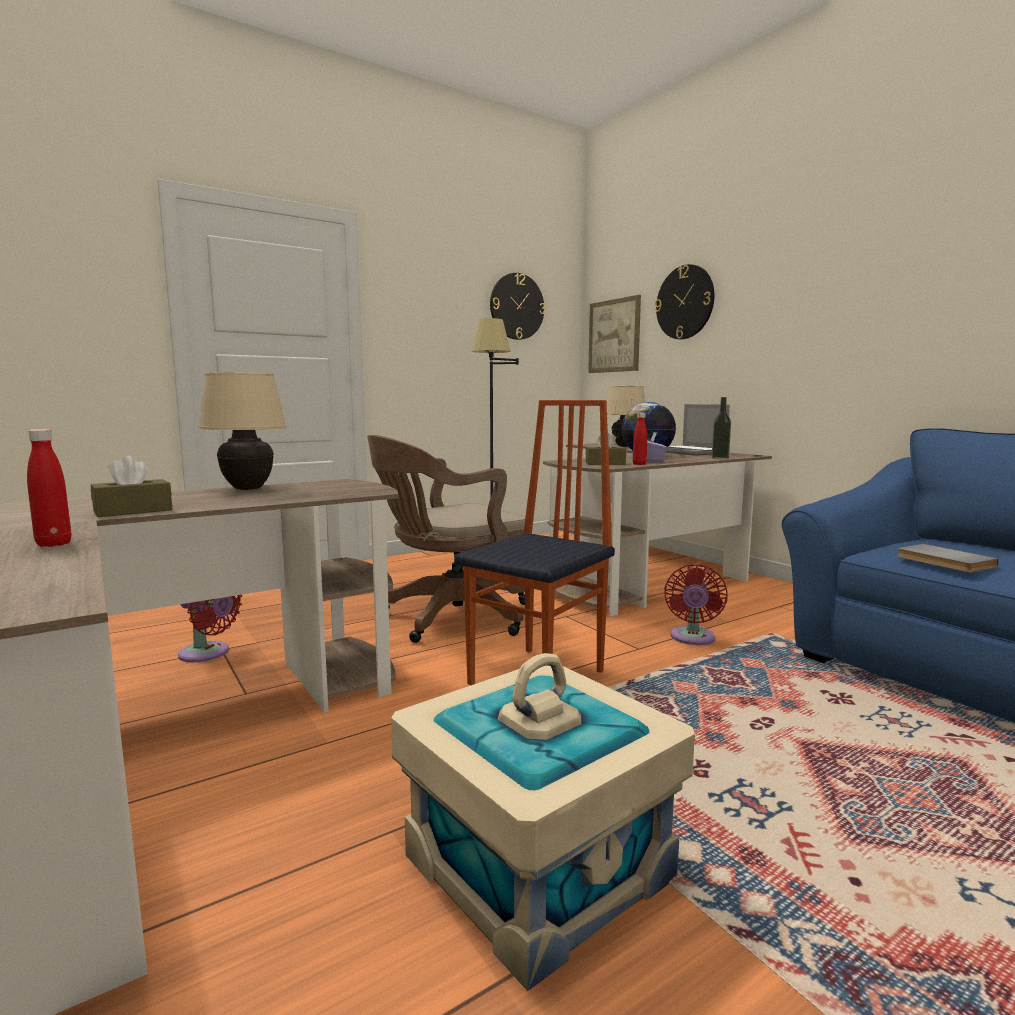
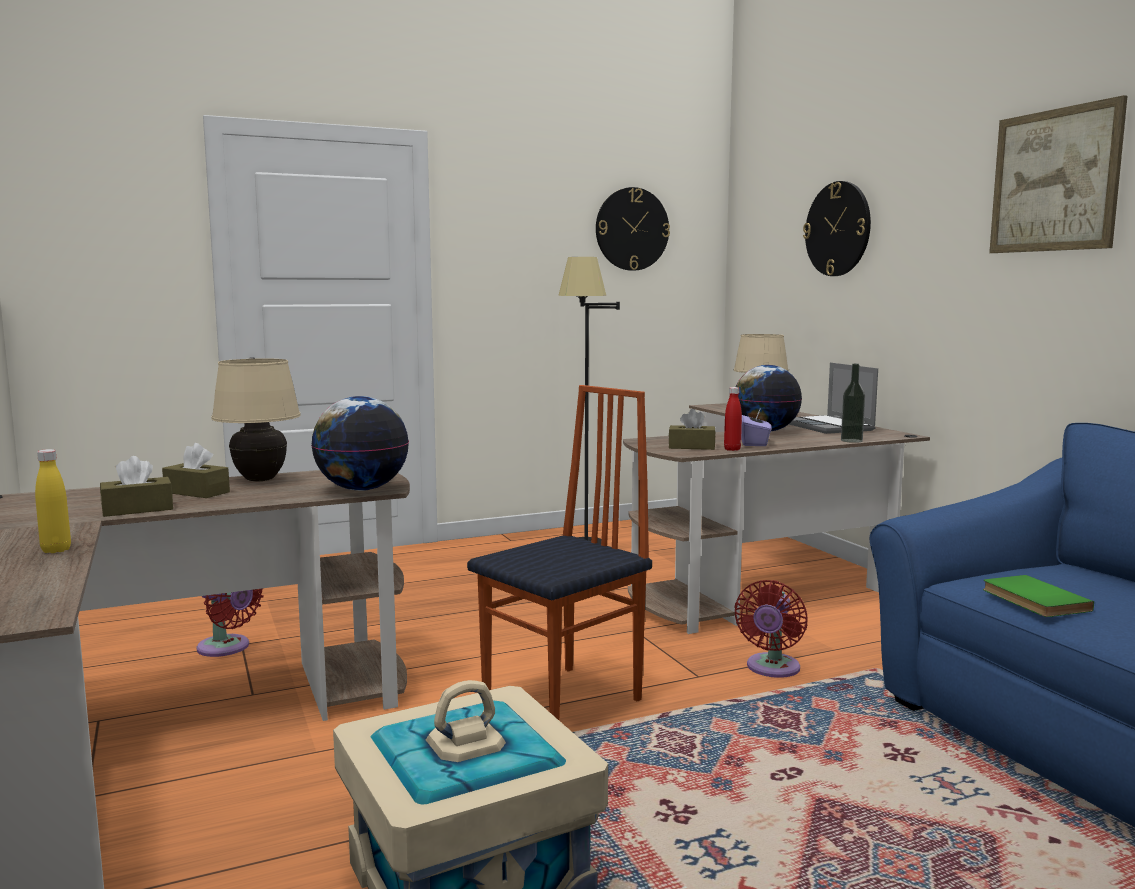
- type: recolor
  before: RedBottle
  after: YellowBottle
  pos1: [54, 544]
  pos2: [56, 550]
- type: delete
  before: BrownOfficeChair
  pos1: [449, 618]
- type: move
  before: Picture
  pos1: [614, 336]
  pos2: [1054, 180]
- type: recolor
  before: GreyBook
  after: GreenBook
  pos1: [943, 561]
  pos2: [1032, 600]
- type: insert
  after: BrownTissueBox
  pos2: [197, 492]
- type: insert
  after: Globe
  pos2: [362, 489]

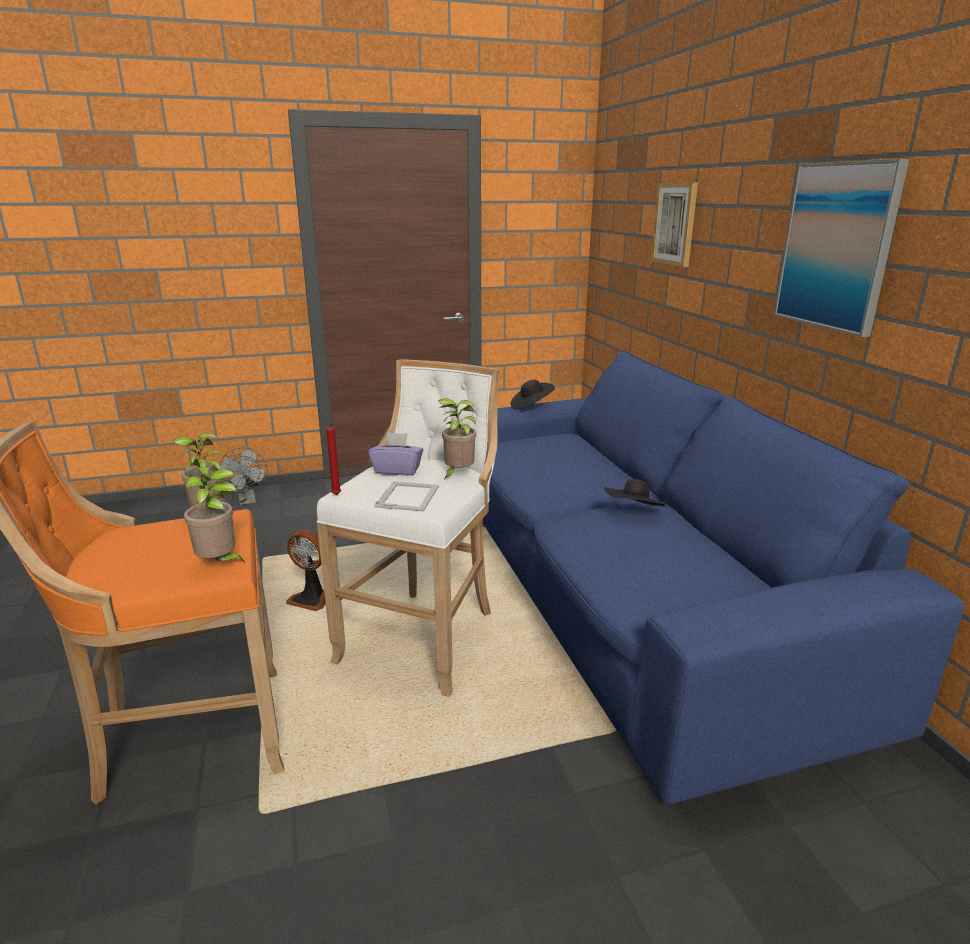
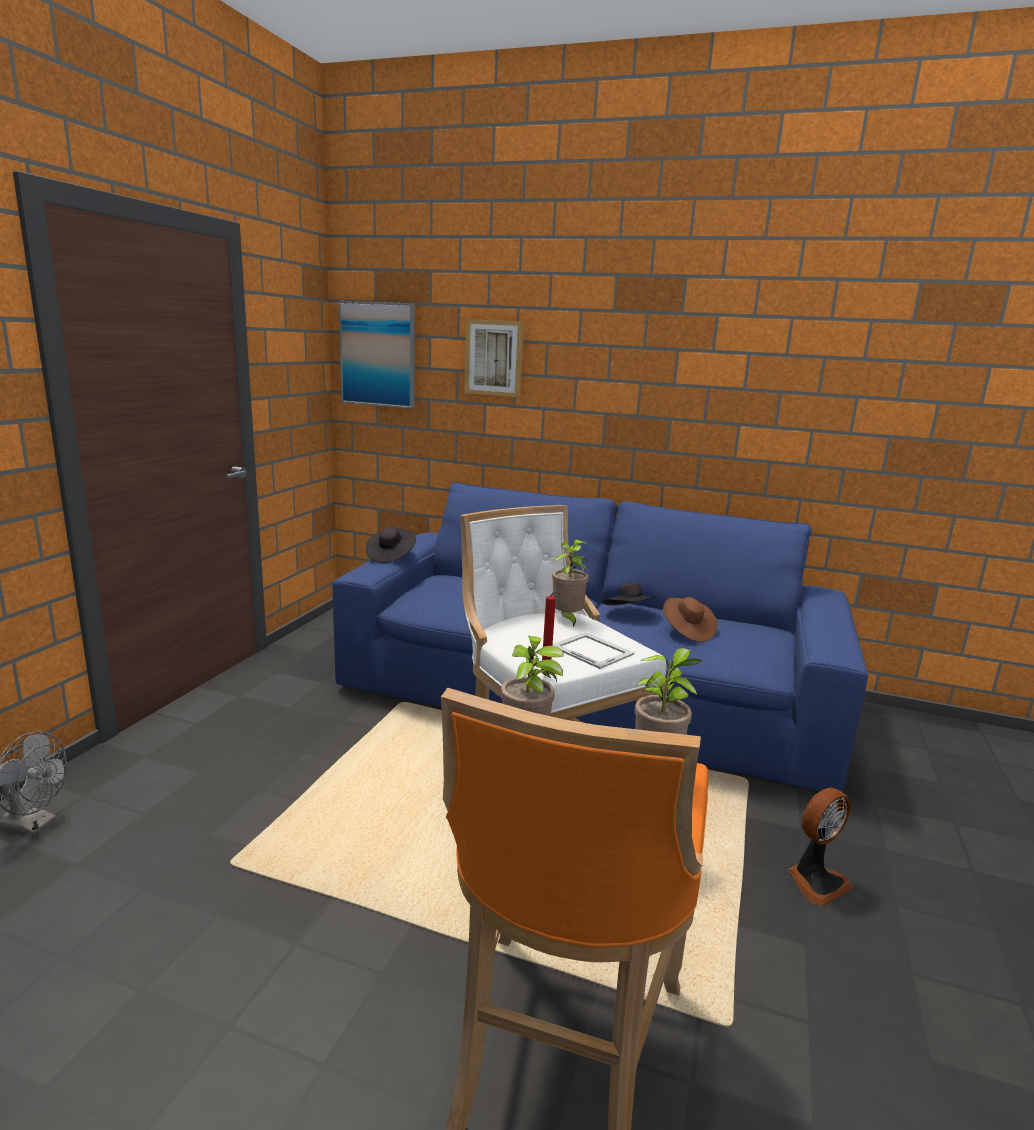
- type: move
  before: Fan
  pos1: [311, 599]
  pos2: [816, 881]
- type: delete
  before: PurpleTissueBox
  pos1: [397, 470]
- type: move
  before: Picture
  pos1: [837, 247]
  pos2: [378, 354]
- type: insert
  after: BrownHat
  pos2: [687, 631]

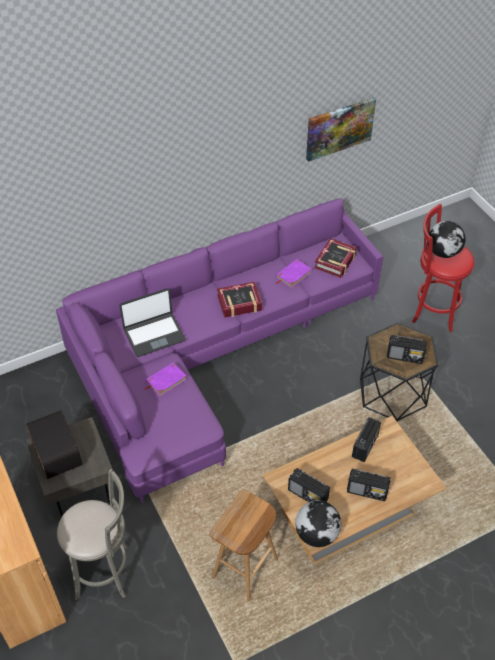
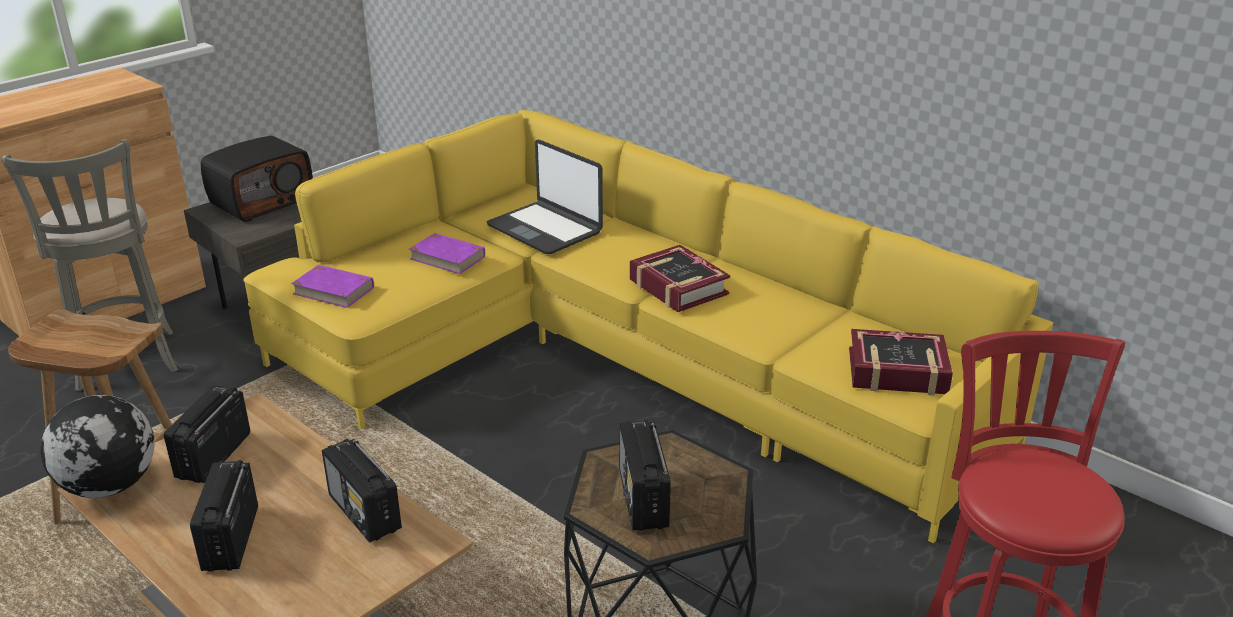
- type: recolor
  before: PurpleSofa
  after: YellowSofa
  pos1: [210, 354]
  pos2: [614, 360]
- type: move
  before: PurpleBook
  pos1: [293, 275]
  pos2: [333, 290]
- type: delete
  before: Picture
  pos1: [339, 128]
- type: rotate
  before: Radio
  pos1: [365, 445]
  pos2: [365, 513]
  turn: 45
- type: delete
  before: Globe
  pos1: [443, 252]

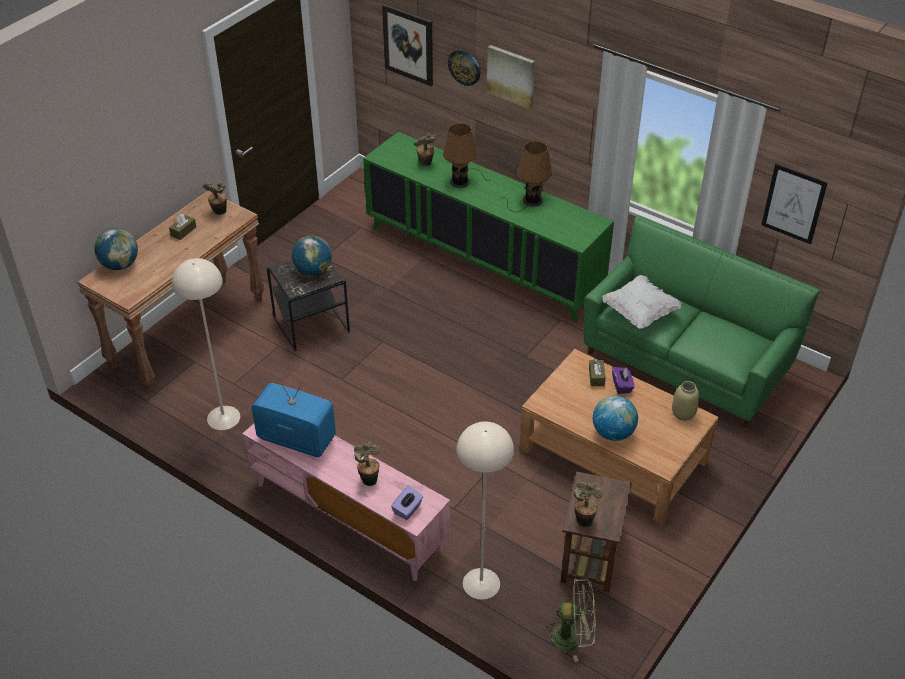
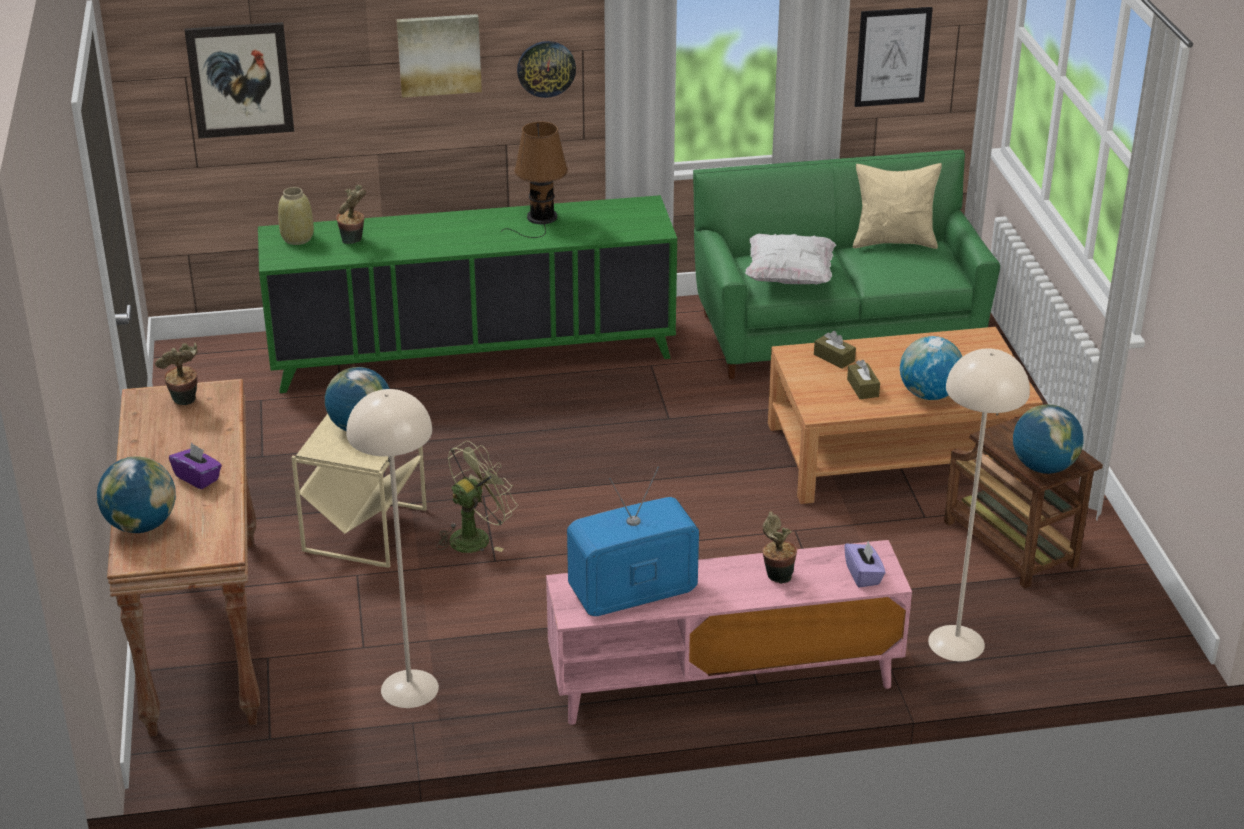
- type: move
  before: BrownTissueBox
  pos1: [183, 231]
  pos2: [862, 388]
- type: recolor
  before: BlackSideTable
  after: BeigeSideTable
  pos1: [310, 325]
  pos2: [364, 531]
- type: delete
  before: BrownTableLamp
  pos1: [461, 181]
- type: move
  before: WallClock
  pos1: [464, 67]
  pos2: [546, 68]
- type: move
  before: GreenFan
  pos1: [572, 637]
  pos2: [476, 536]
- type: replace
  before: PottedPlant
  after: Globe
  pos1: [584, 519]
  pos2: [1043, 467]
- type: move
  before: PurpleTissueBox
  pos1: [622, 386]
  pos2: [198, 478]
- type: move
  before: BeigeVase
  pos1: [683, 413]
  pos2: [297, 238]
- type: insert
  after: BeigePillow
  pos2: [894, 241]

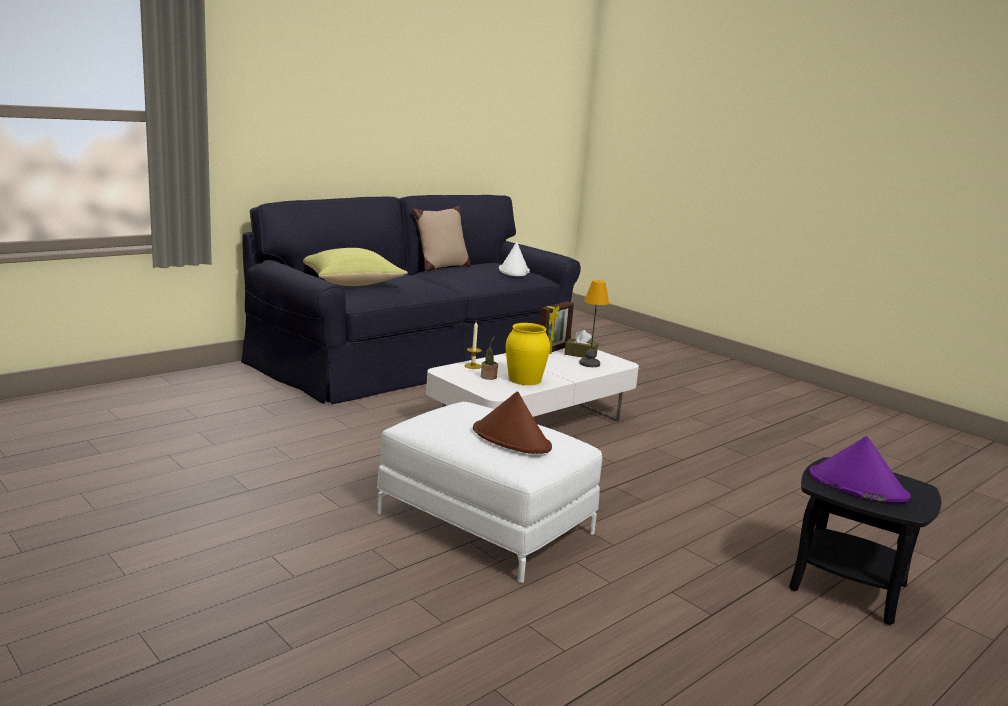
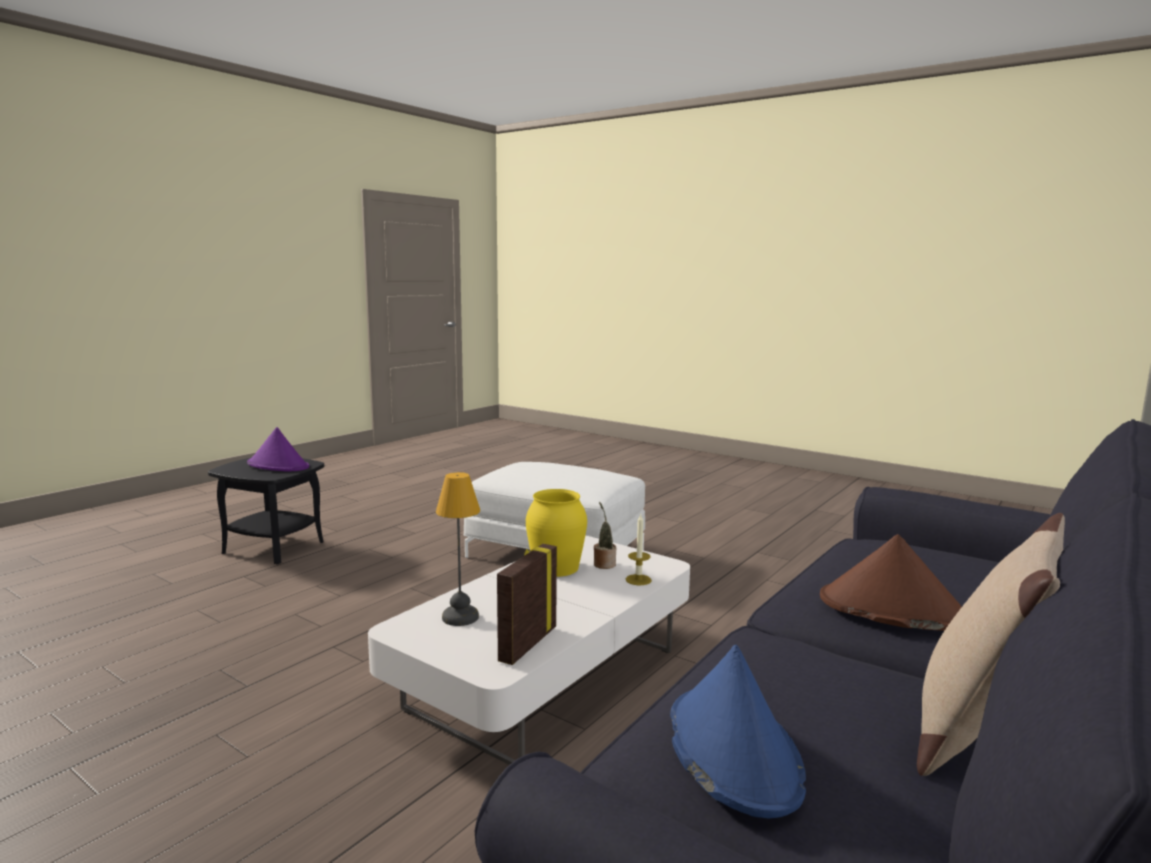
- type: delete
  before: YellowPillow
  pos1: [352, 283]
- type: move
  before: BrownHat
  pos1: [512, 439]
  pos2: [892, 609]
- type: recolor
  before: WhiteHat
  after: BlueHat
  pos1: [514, 271]
  pos2: [732, 750]
- type: delete
  before: BrownTissueBox
  pos1: [580, 355]

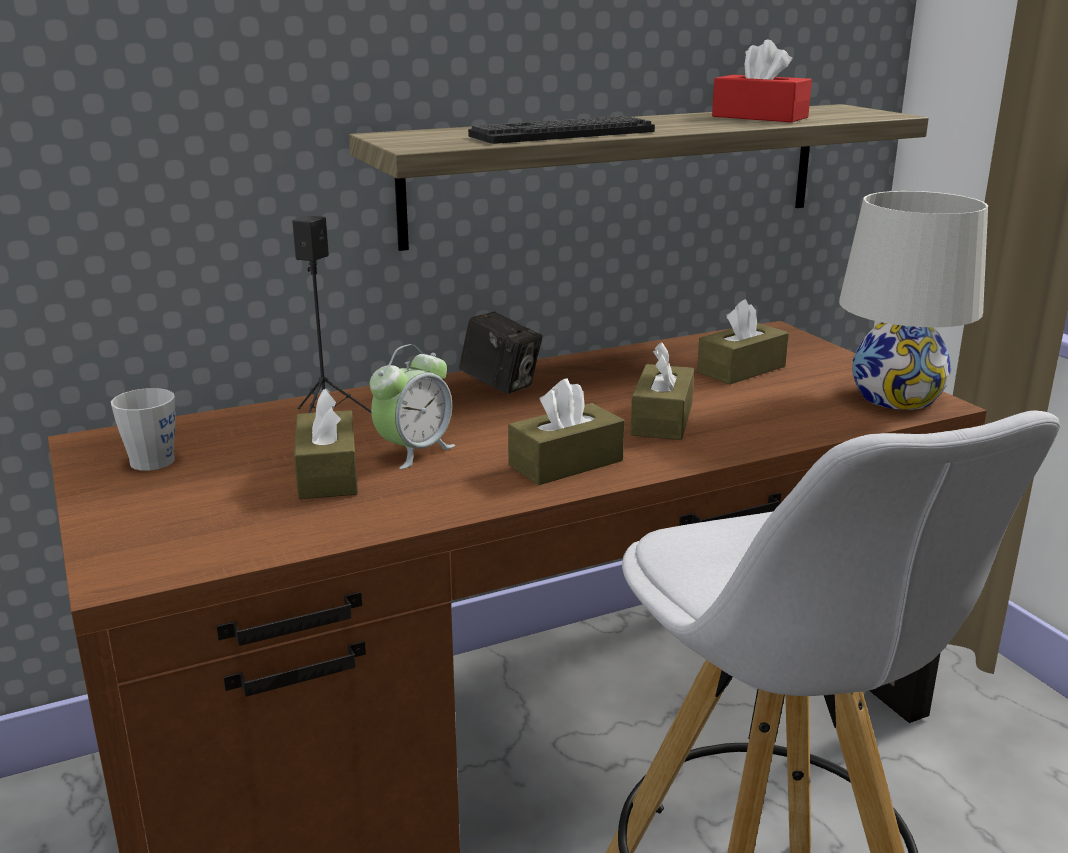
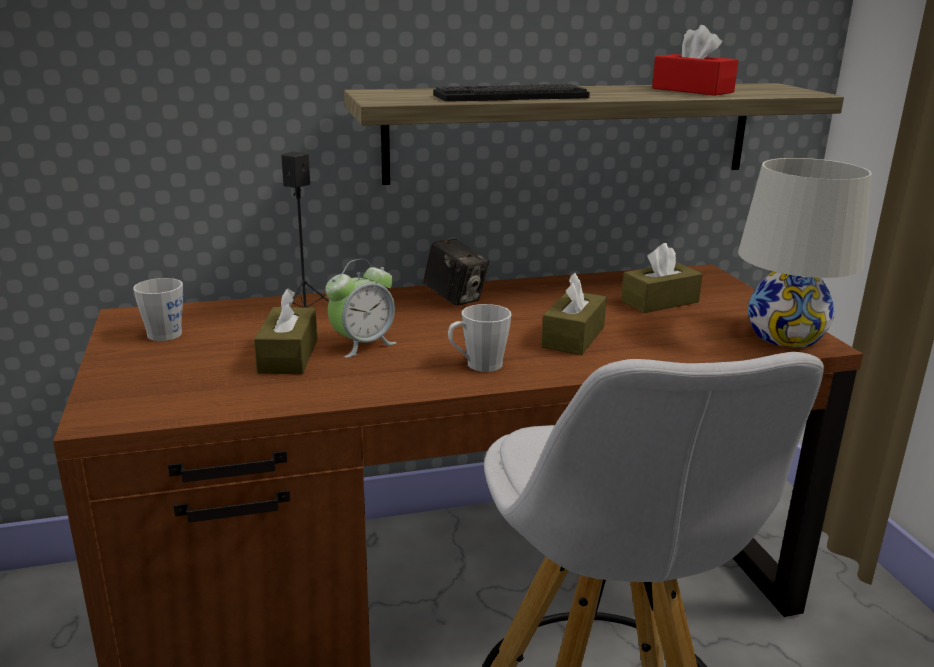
- type: replace
  before: BrownTissueBox
  after: GreyMug
  pos1: [566, 463]
  pos2: [478, 365]

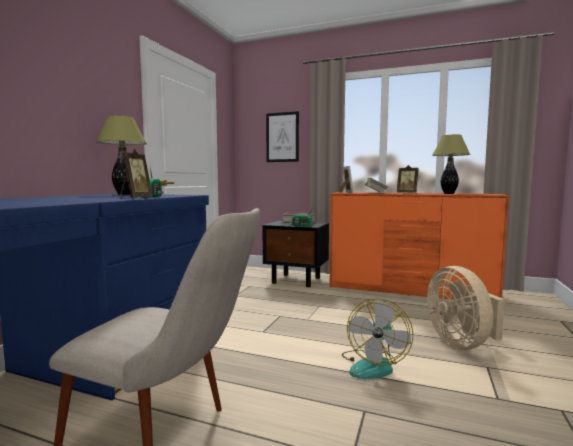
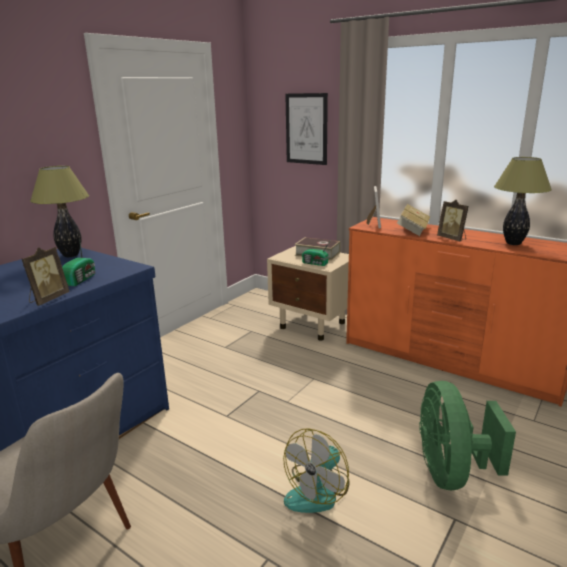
- type: recolor
  before: BlackNightstand
  after: BeigeNightstand
  pos1: [297, 280]
  pos2: [313, 325]
- type: recolor
  before: BeigeFan
  after: GreenFan
  pos1: [462, 343]
  pos2: [451, 472]

